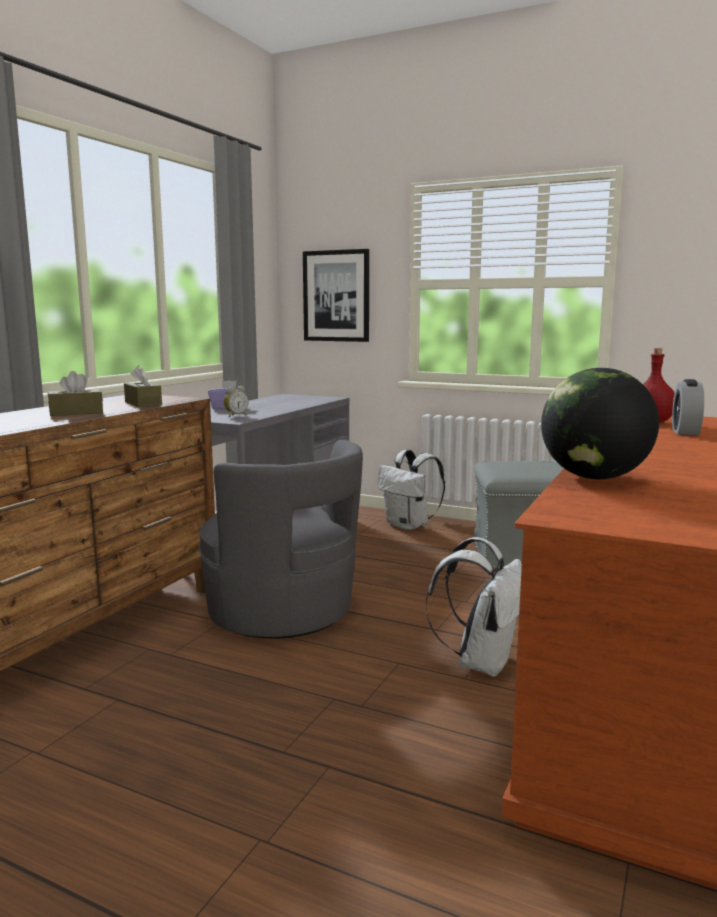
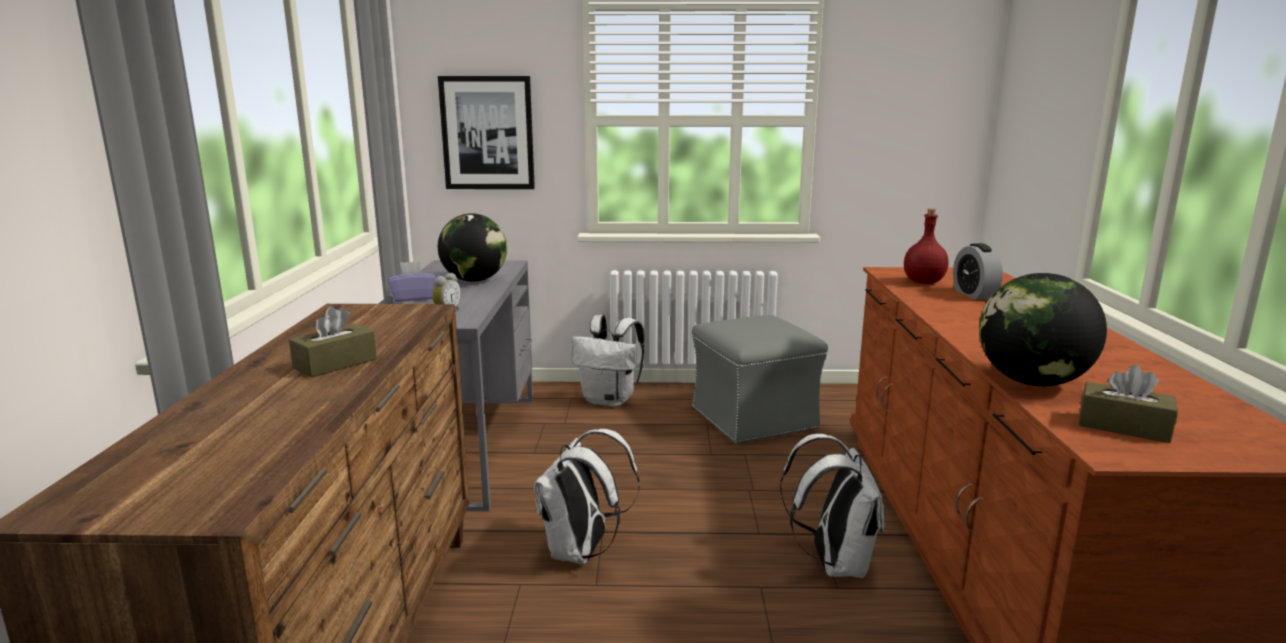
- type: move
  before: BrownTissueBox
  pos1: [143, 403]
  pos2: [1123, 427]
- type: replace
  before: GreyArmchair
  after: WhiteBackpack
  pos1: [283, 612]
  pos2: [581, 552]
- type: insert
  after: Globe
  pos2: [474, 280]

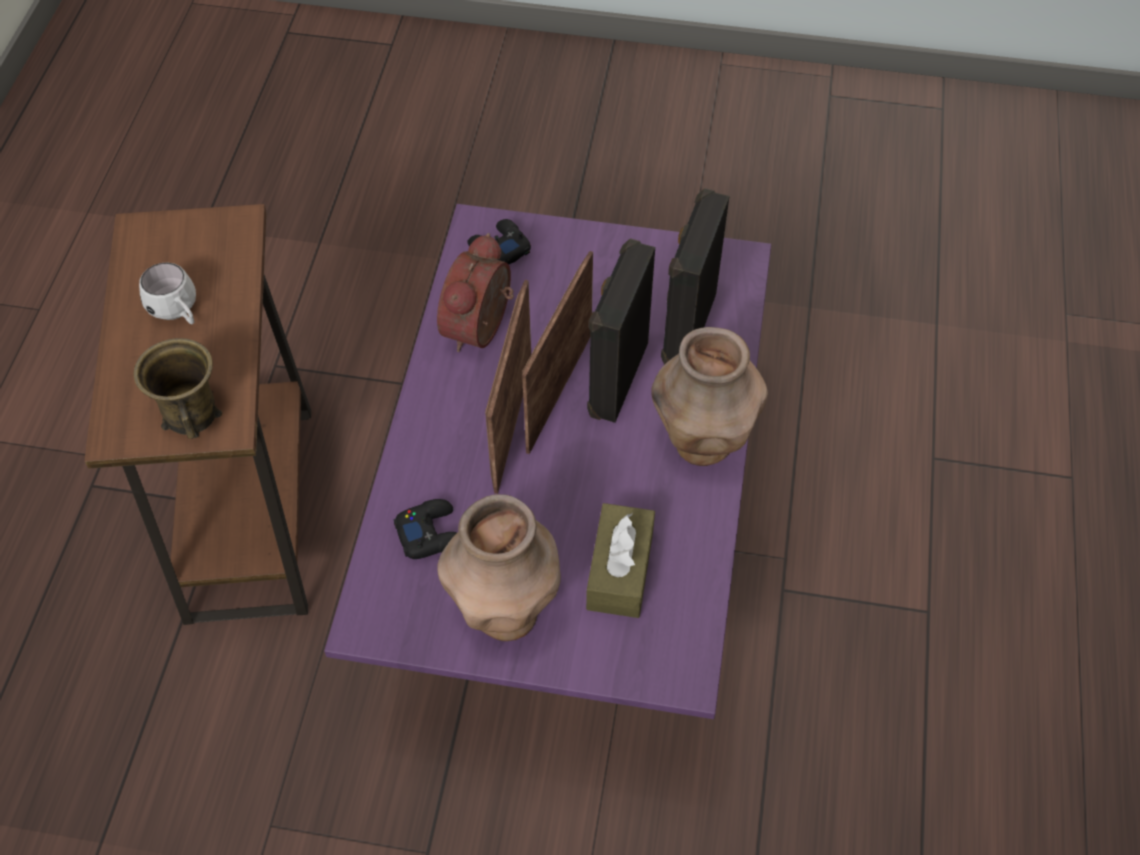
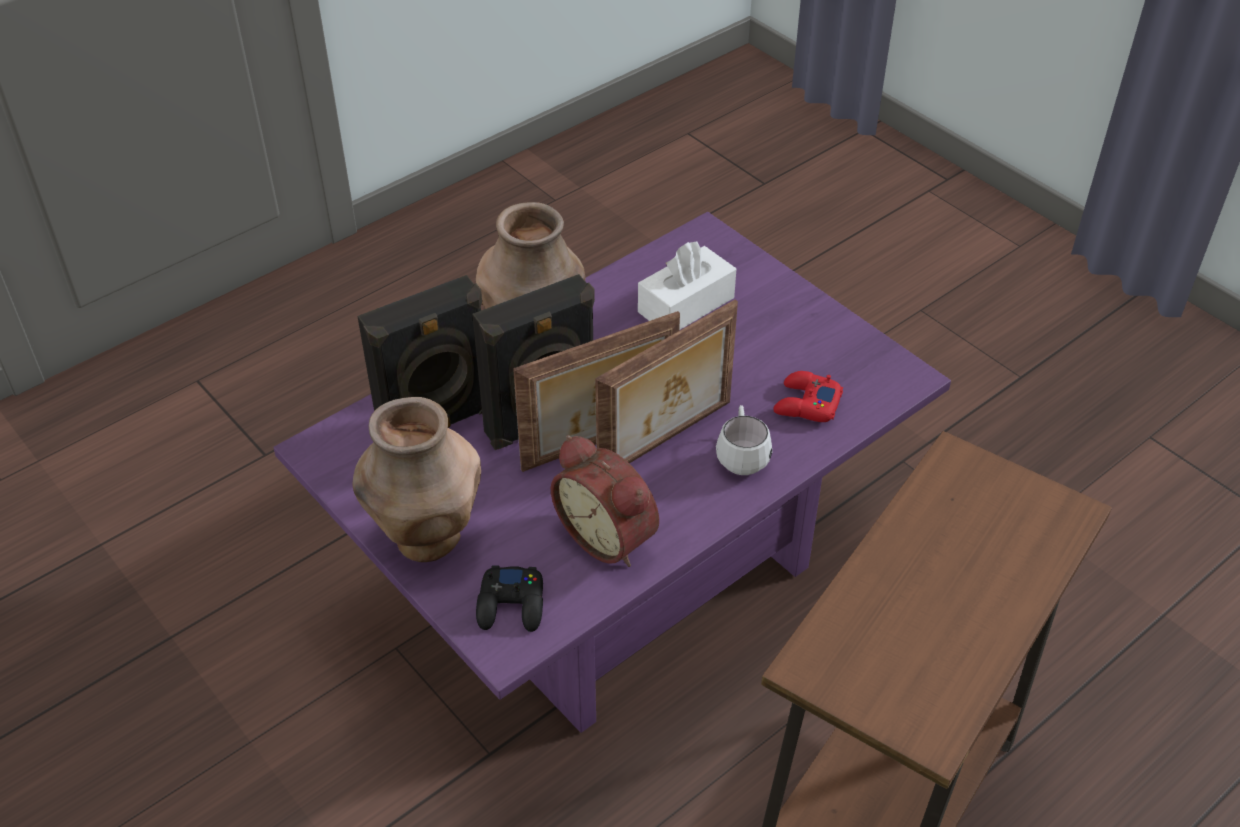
- type: delete
  before: BrownMug
  pos1: [192, 414]
- type: move
  before: WhiteMug
  pos1: [178, 313]
  pos2: [741, 455]
- type: recolor
  before: BlackGameController
  after: RedGameController
  pos1: [431, 533]
  pos2: [806, 404]
- type: rotate
  before: AlarmClock
  pos1: [482, 329]
  pos2: [609, 535]
  turn: 75
- type: move
  before: BrownVase
  pos1: [505, 611]
  pos2: [427, 539]
- type: recolor
  before: BrownTissueBox
  after: WhiteTissueBox
  pos1: [620, 570]
  pos2: [686, 305]

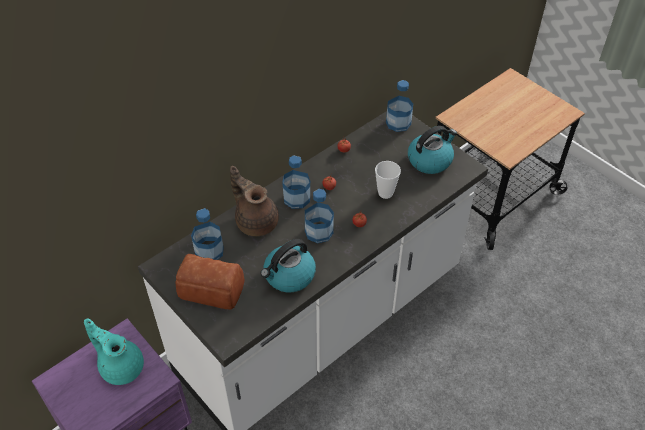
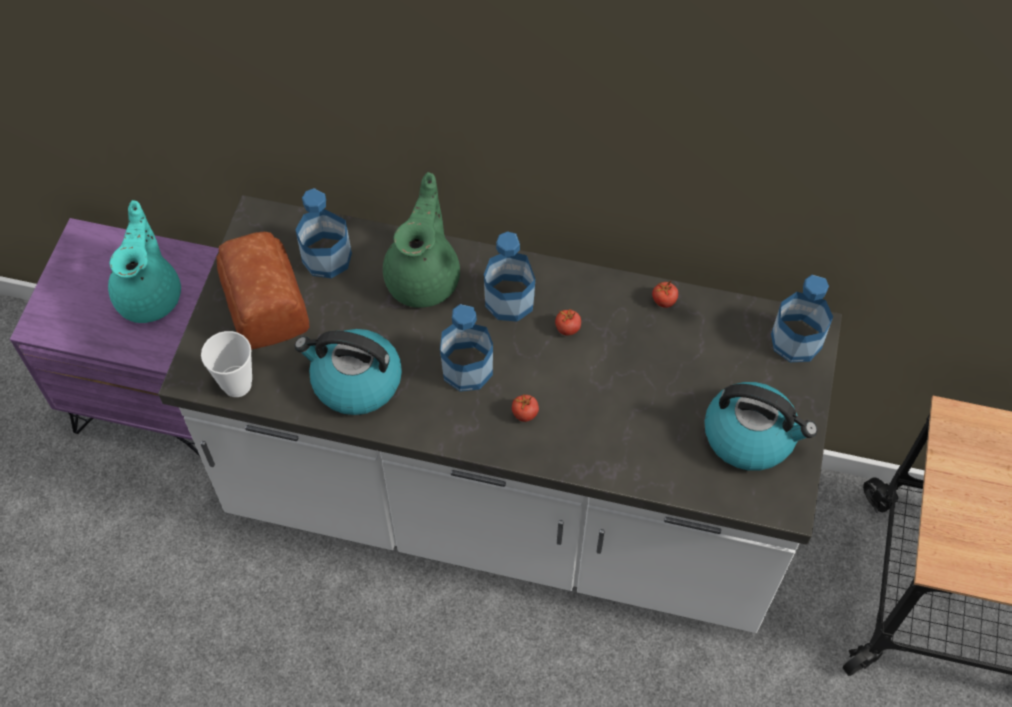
- type: recolor
  before: BrownTeapot
  after: GreenTeapot
  pos1: [256, 221]
  pos2: [424, 277]
- type: move
  before: Cup
  pos1: [385, 193]
  pos2: [237, 385]

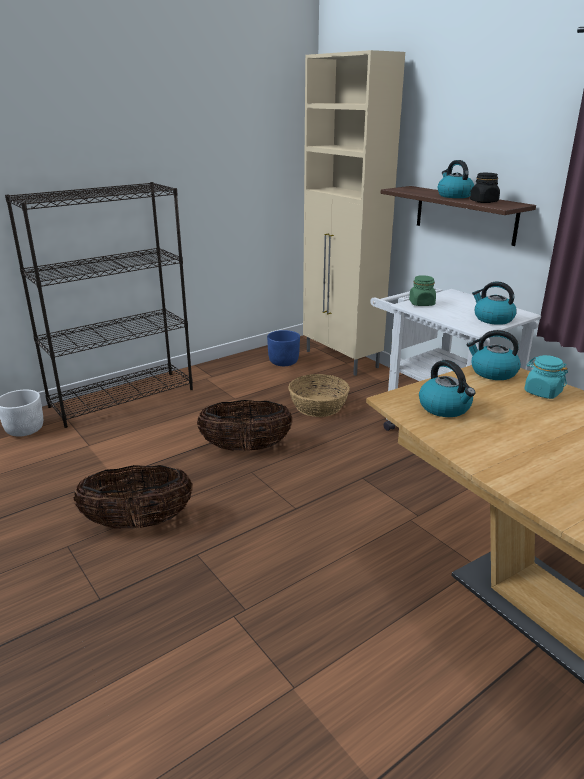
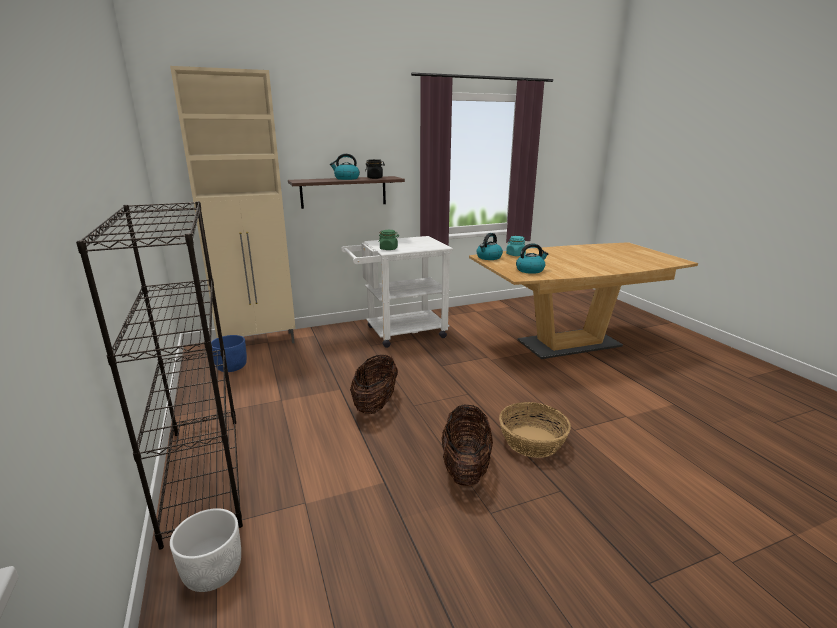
- type: move
  before: Basket
  pos1: [318, 406]
  pos2: [531, 441]
- type: delete
  before: Kettle
  pos1: [492, 319]

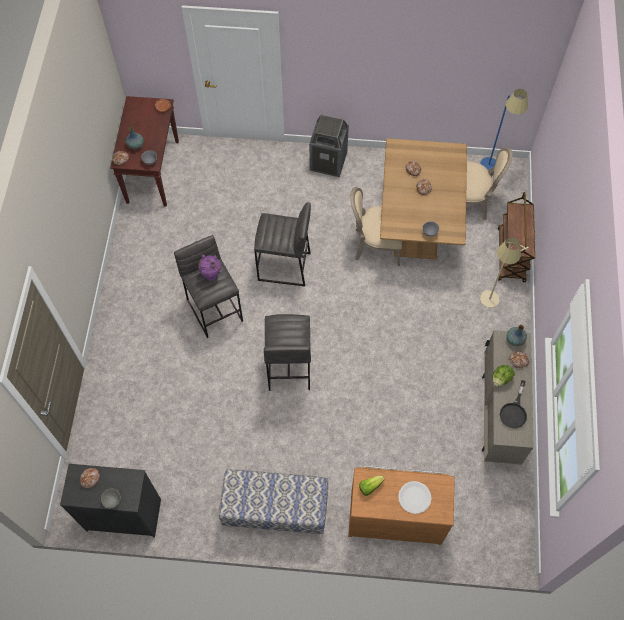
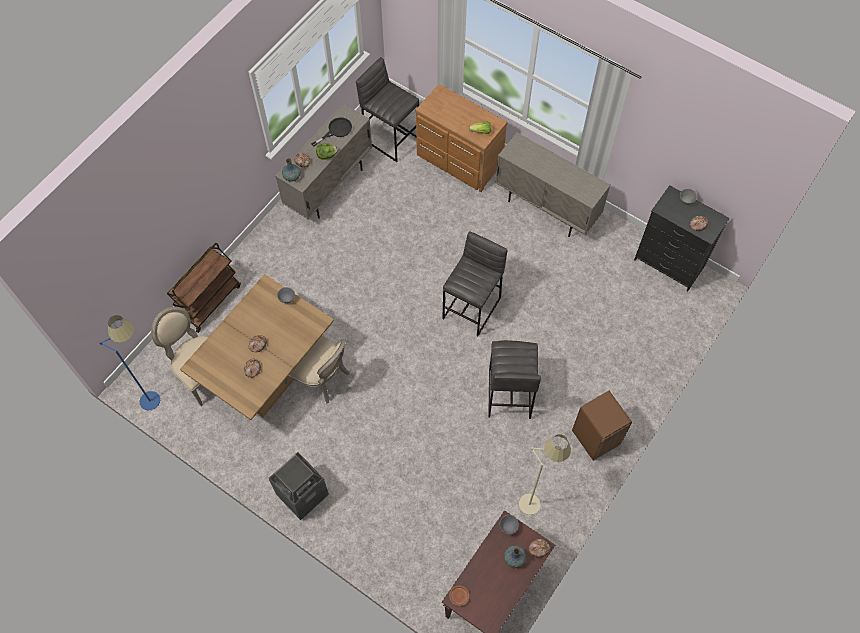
- type: delete
  before: PurpleVase
  pos1: [211, 275]
- type: replace
  before: Bench
  after: BeigeCabinet
  pos1: [275, 509]
  pos2: [546, 209]
- type: move
  before: GreyStool
  pos1: [284, 267]
  pos2: [390, 138]
- type: delete
  before: WhitePlate
  pos1: [414, 497]
- type: move
  before: BeigeFloorLamp
  pos1: [488, 306]
  pos2: [536, 497]
- type: insert
  after: BrownTrashCan
  pos2: [596, 437]

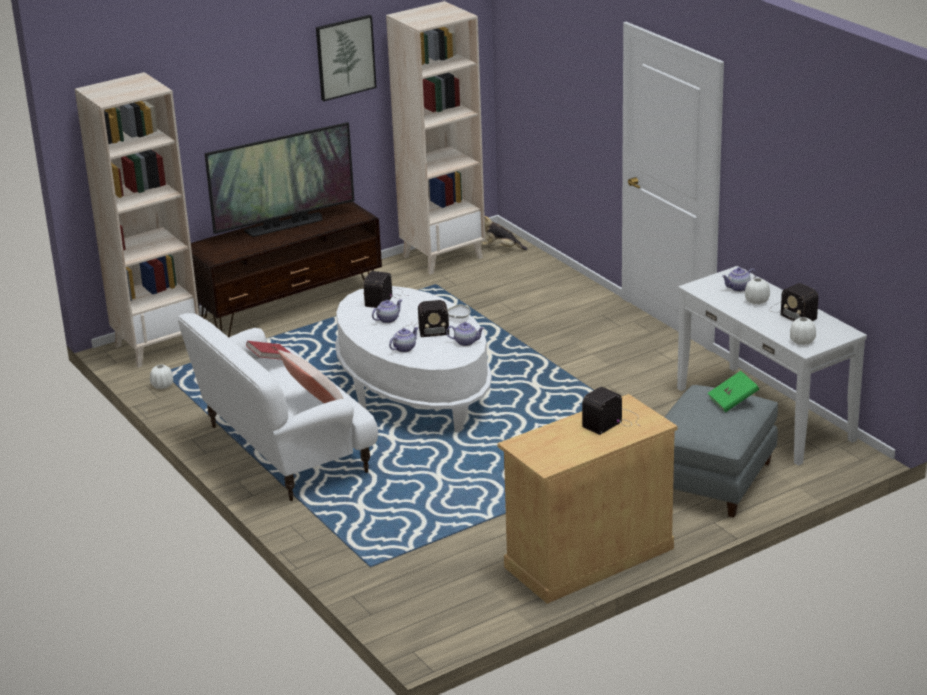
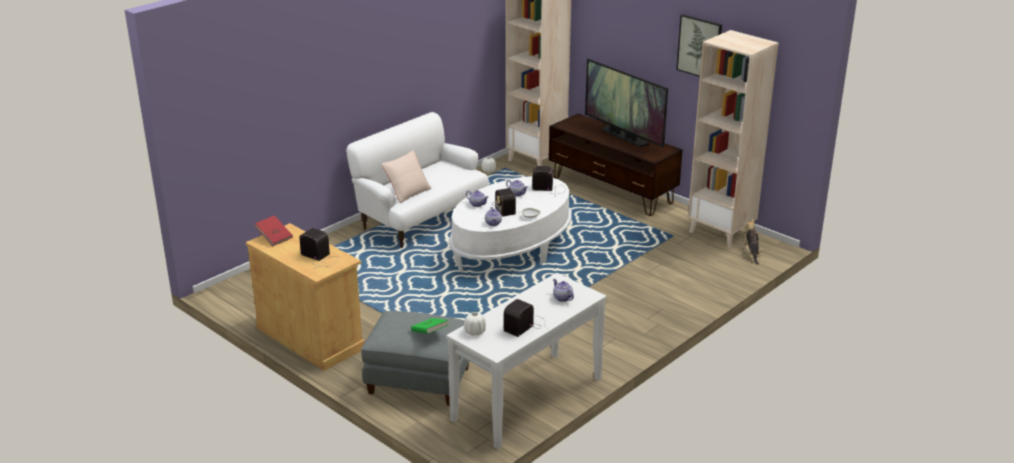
- type: move
  before: RedBook
  pos1: [270, 359]
  pos2: [274, 238]
- type: delete
  before: WhiteVase
  pos1: [756, 301]

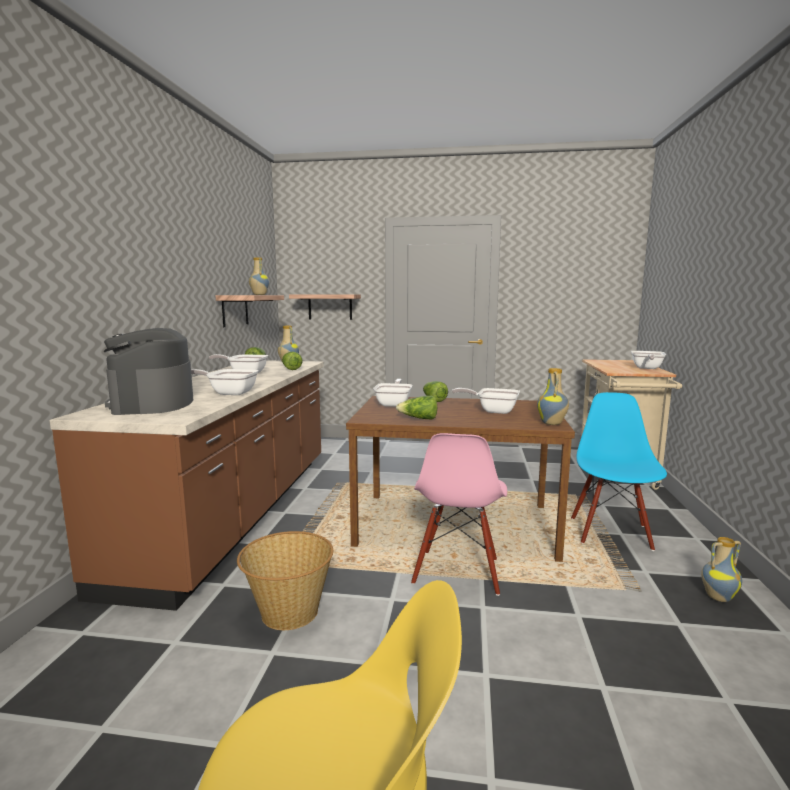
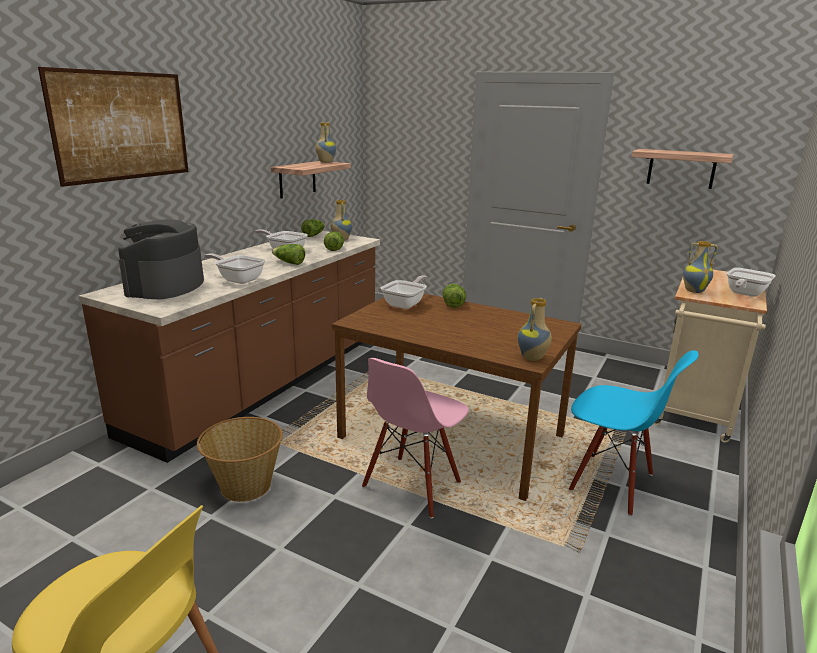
- type: move
  before: Shelf
  pos1: [330, 307]
  pos2: [681, 168]
- type: move
  before: Lettuce
  pos1: [419, 419]
  pos2: [289, 263]
- type: delete
  before: FryingPan
  pos1: [493, 411]
- type: rotate
  before: BlueChair
  pos1: [611, 533]
  pos2: [611, 483]
  turn: 90
- type: move
  before: Vase
  pos1: [717, 597]
  pos2: [694, 291]
- type: insert
  after: Picture
  pos2: [122, 126]

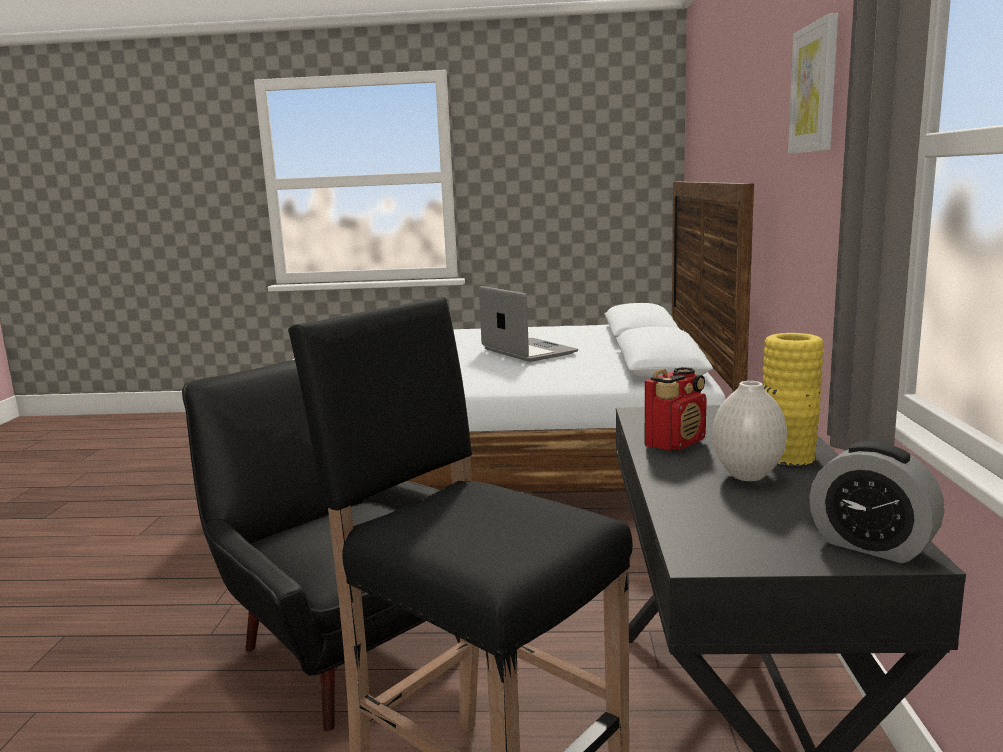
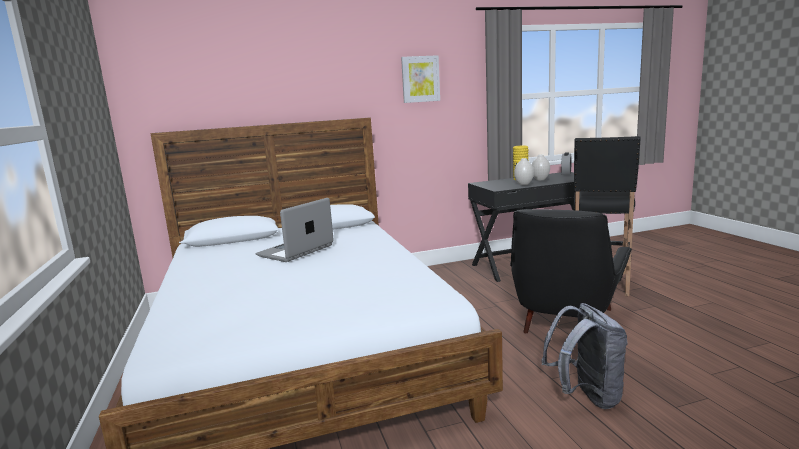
- type: replace
  before: Radio
  after: WhiteVase
  pos1: [675, 442]
  pos2: [523, 184]
- type: insert
  after: GreyBackpack
  pos2: [586, 396]

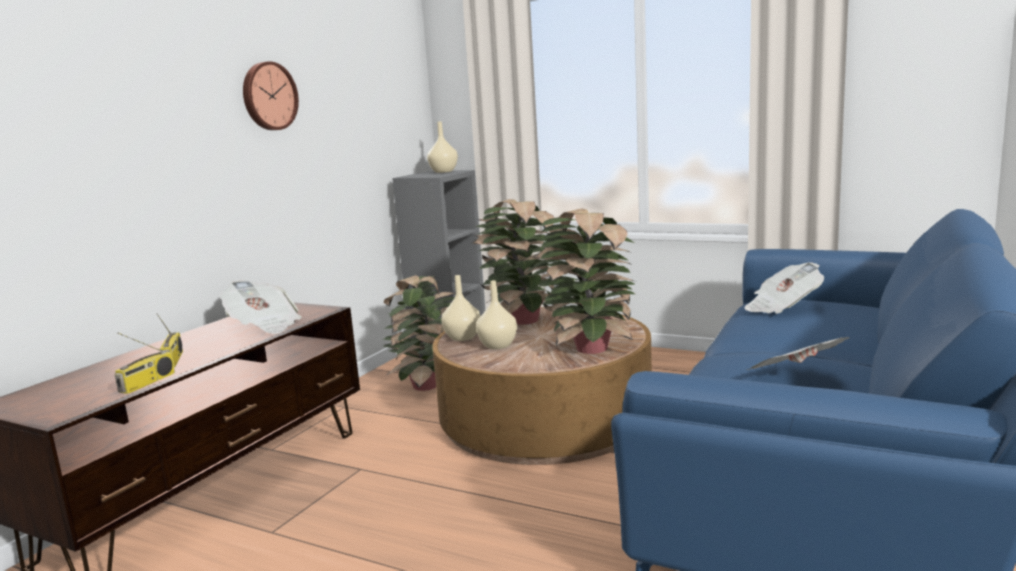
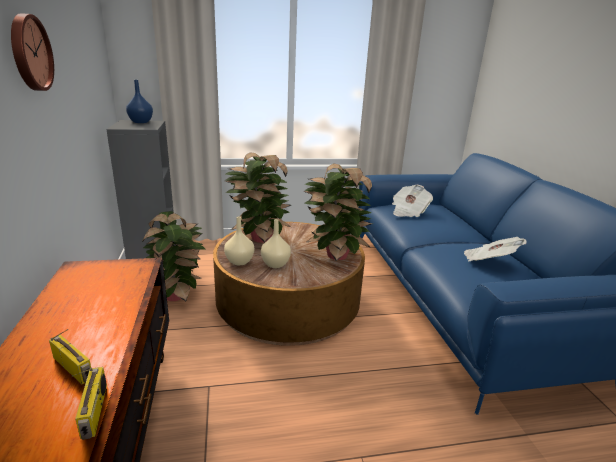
- type: delete
  before: Newspaper
  pos1: [264, 326]
- type: recolor
  before: BeigeVase
  after: BlueVase
  pos1: [443, 171]
  pos2: [140, 122]

